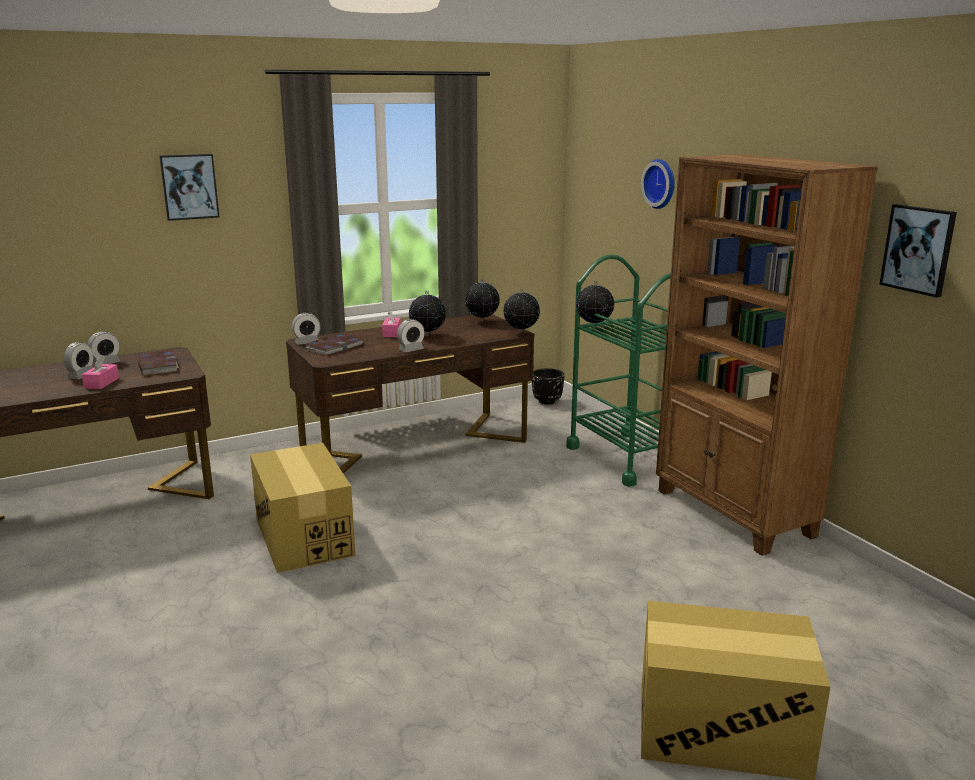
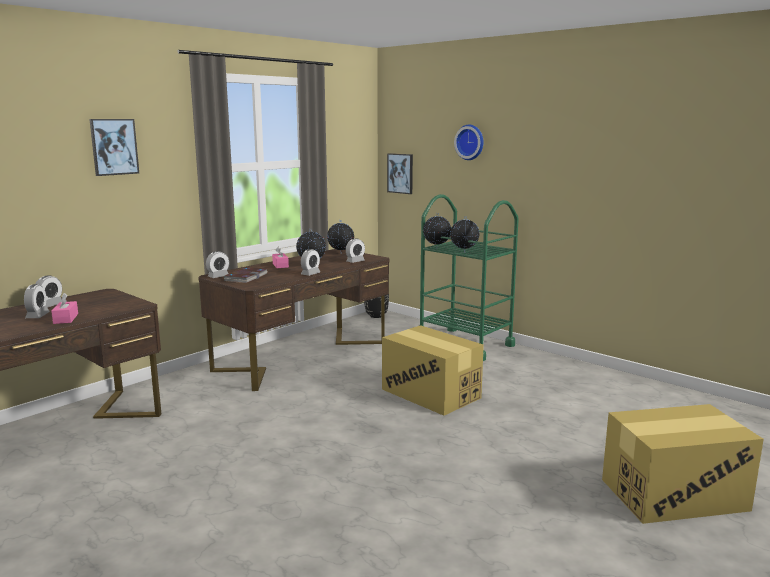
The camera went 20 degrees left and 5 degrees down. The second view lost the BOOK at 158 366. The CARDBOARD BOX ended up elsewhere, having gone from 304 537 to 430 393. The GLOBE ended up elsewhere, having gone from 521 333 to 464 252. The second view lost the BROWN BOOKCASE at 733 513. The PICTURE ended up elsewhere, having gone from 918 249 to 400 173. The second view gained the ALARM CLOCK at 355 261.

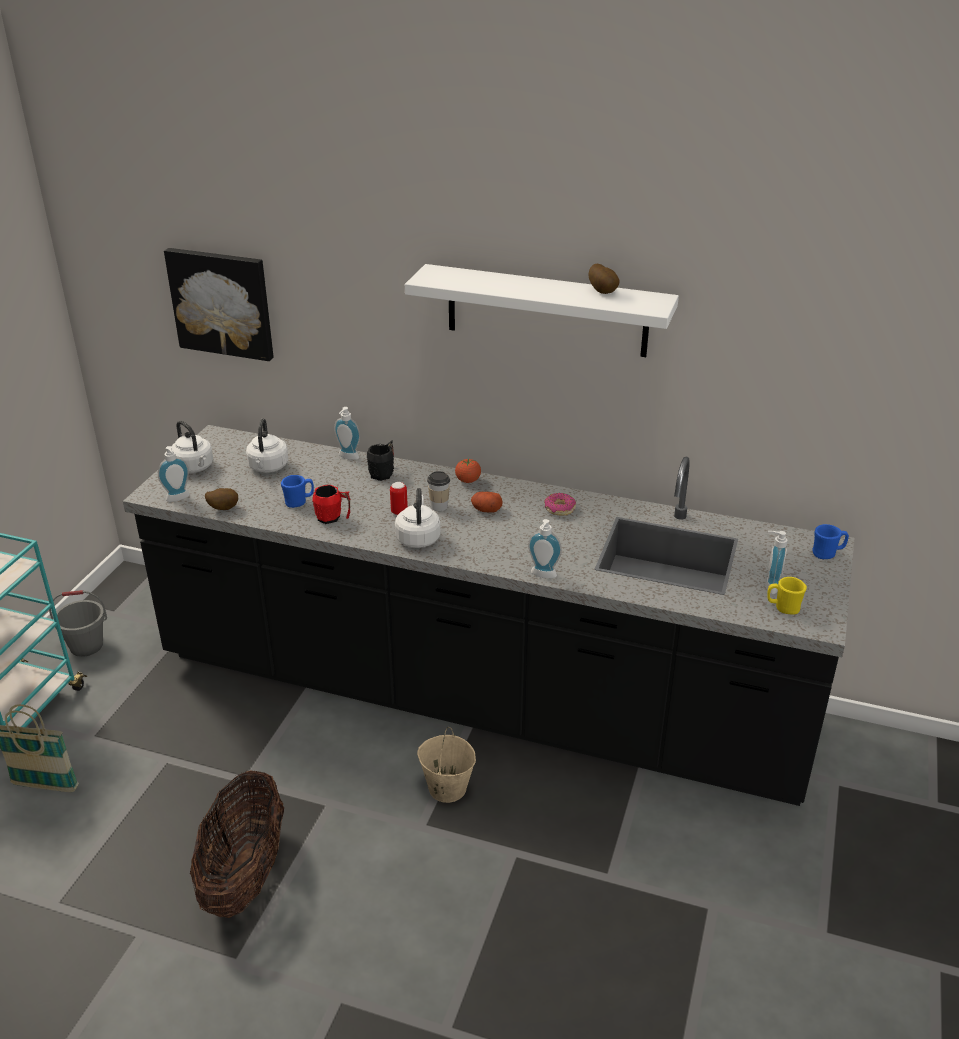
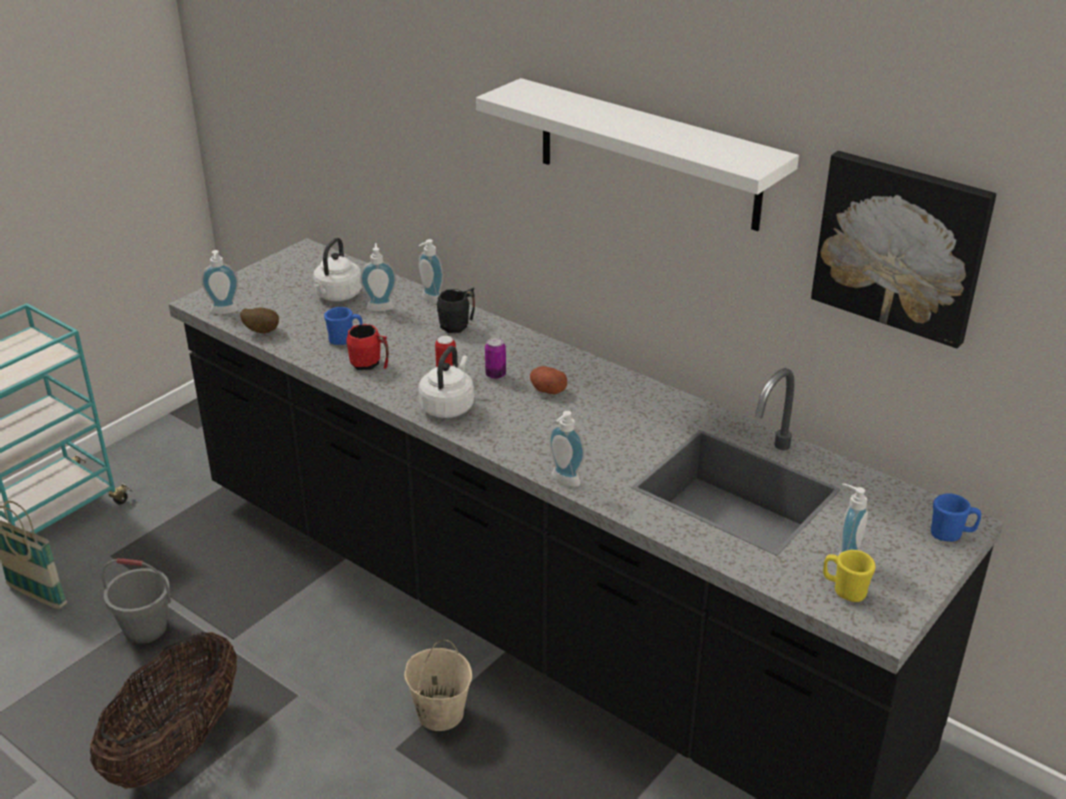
The camera went 20 degrees right and 0 degrees up. The GREY BUCKET ended up elsewhere, having gone from 86 646 to 146 628. The PICTURE ended up elsewhere, having gone from 222 303 to 901 246. The second view lost the WHITE KETTLE at 195 468. Where the CUP stood at 439 506, the CAN came to stand at 495 375. The second view lost the TOMATO at 468 481. The second view lost the DONUT at 559 509. The second view lost the POTATO at 603 292. The second view gained the SOAP DISPENSER at 380 306.

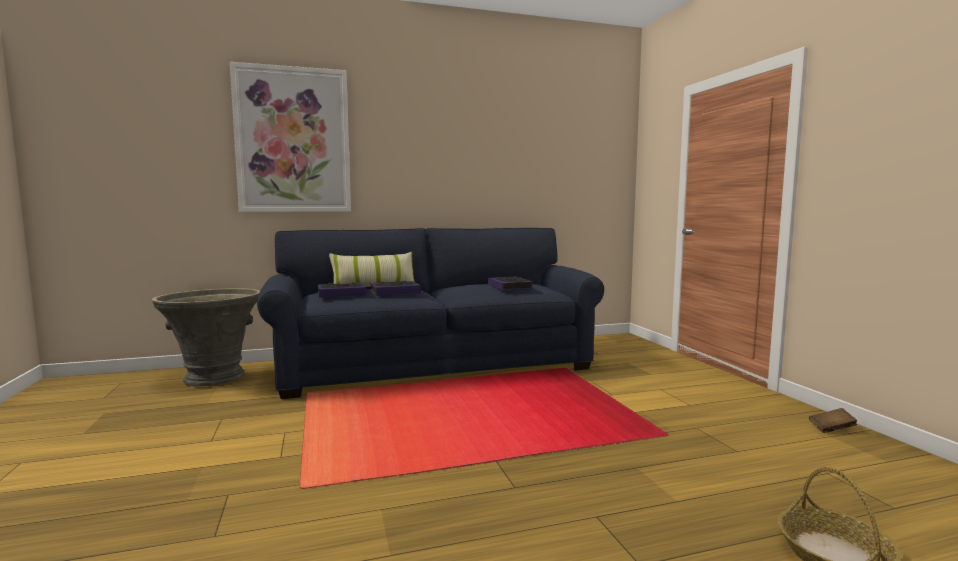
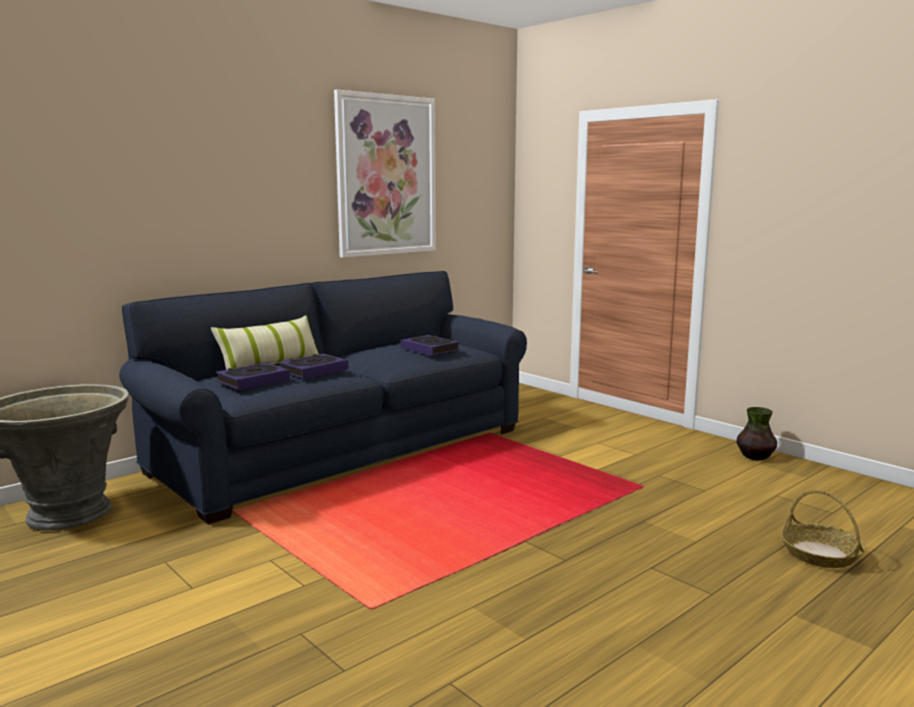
The camera went 25 degrees left and 5 degrees up. The PICTURE ended up elsewhere, having gone from 293 140 to 386 175. Where the BROWN BOOK stood at 831 429, the VASE came to stand at 755 457.

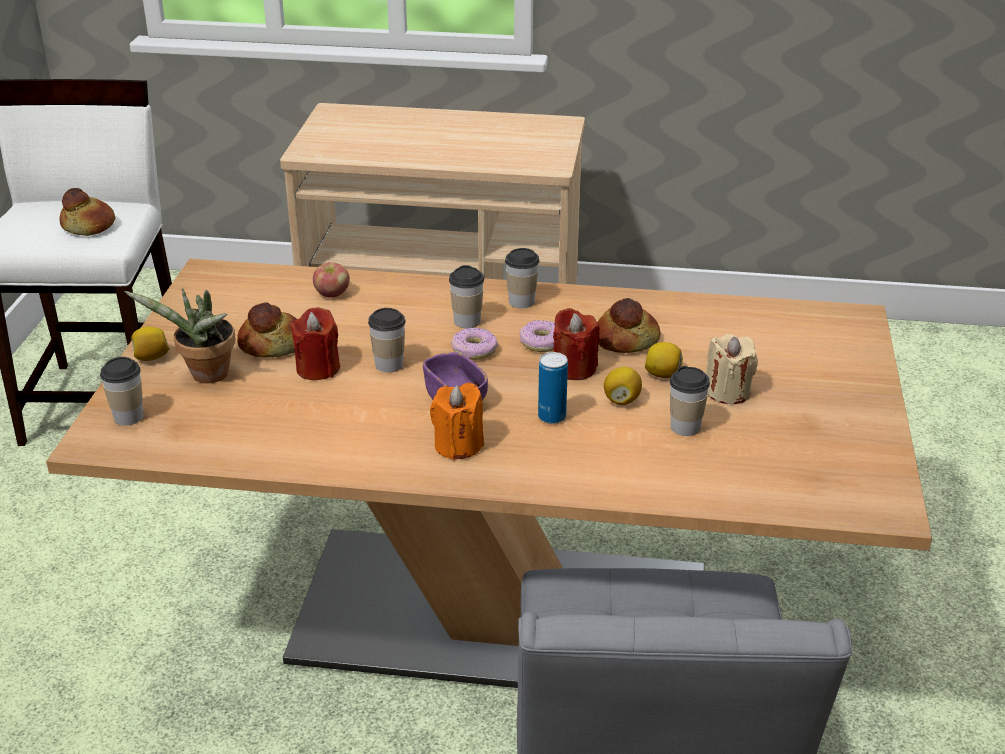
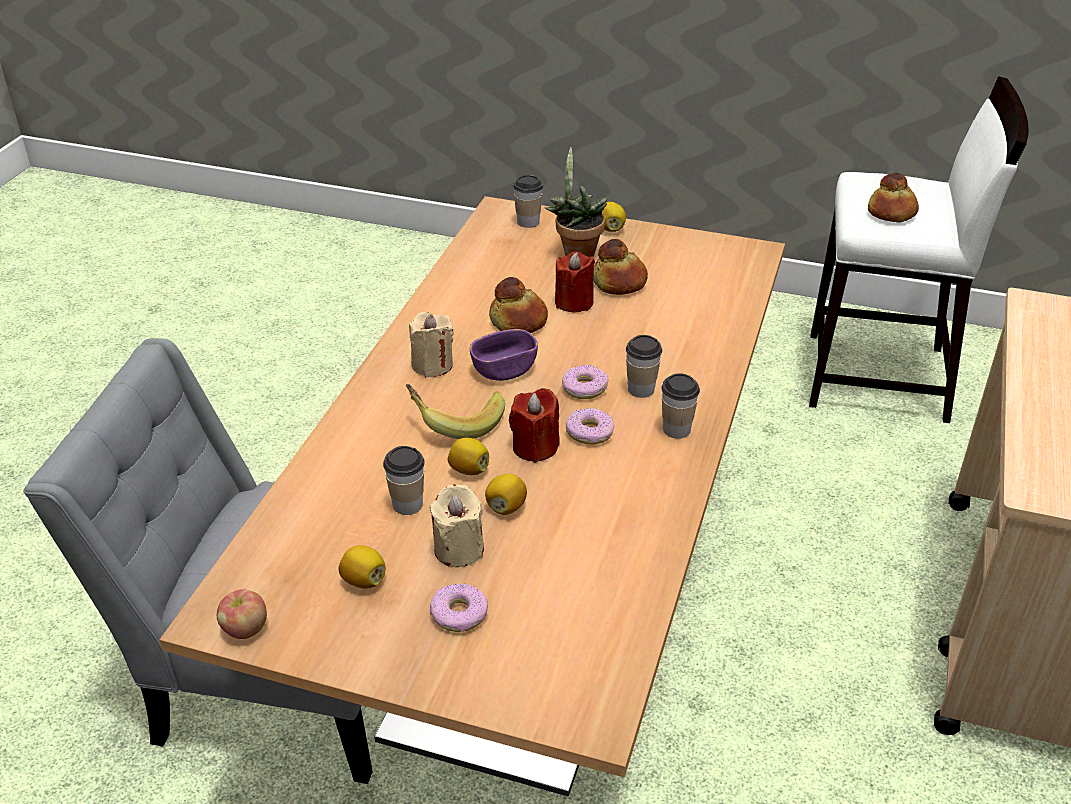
The camera went 100 degrees right and 5 degrees up. The APPLE ended up elsewhere, having gone from 332 294 to 245 629. The second view lost the CUP at 389 365. What was the ORANGE CANDLE at 458 445 turned into the BEIGE CANDLE at 432 365. Where the CAN stood at 552 417, the BANANA came to stand at 456 421. The BREAD ended up elsewhere, having gone from 625 339 to 519 321. The second view gained the LEMON at 364 580. The second view gained the DONUT at 459 614.

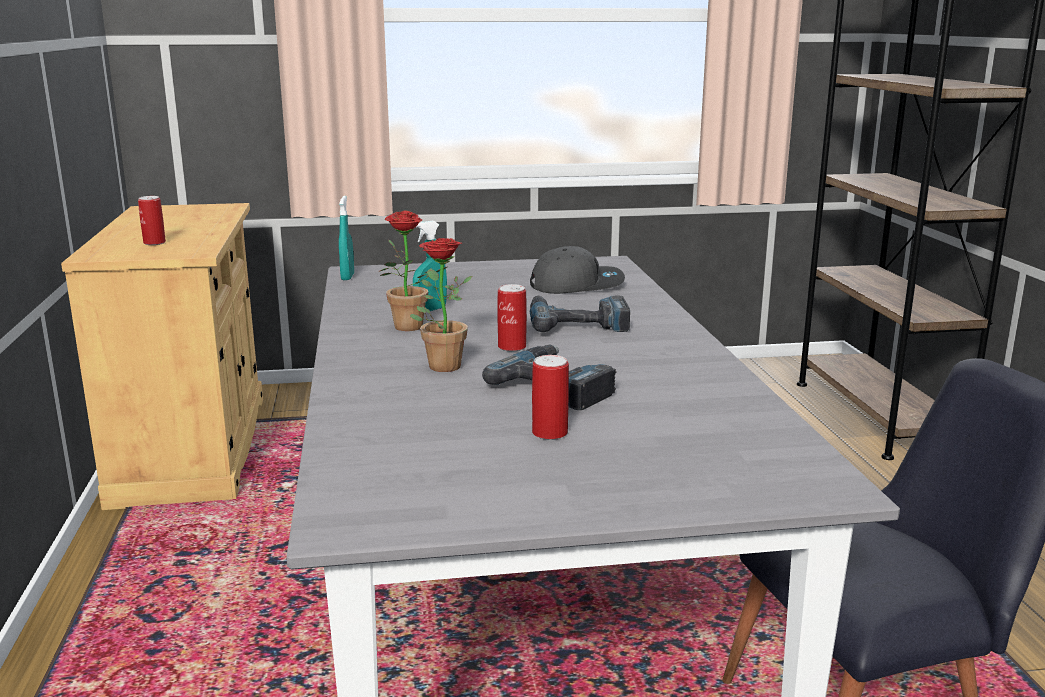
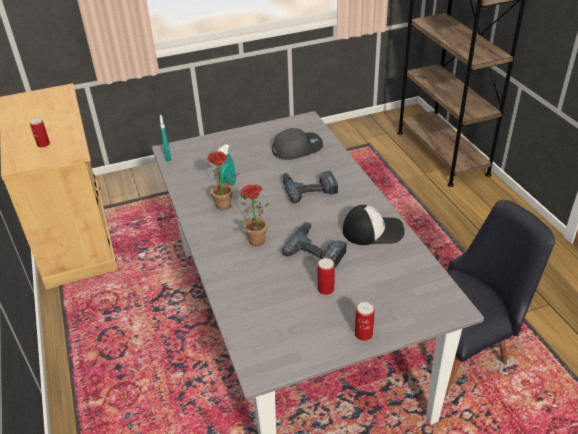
The camera went 10 degrees left and 20 degrees up. The CAN ended up elsewhere, having gone from 512 347 to 363 334. The second view gained the CAP at 373 230.

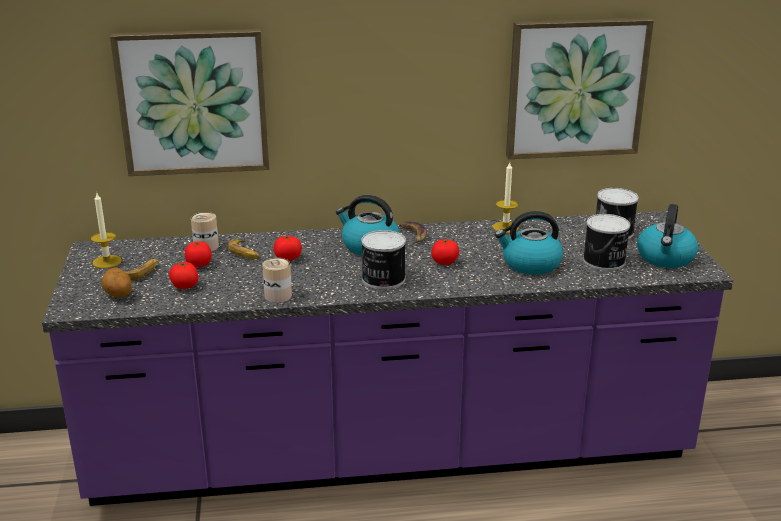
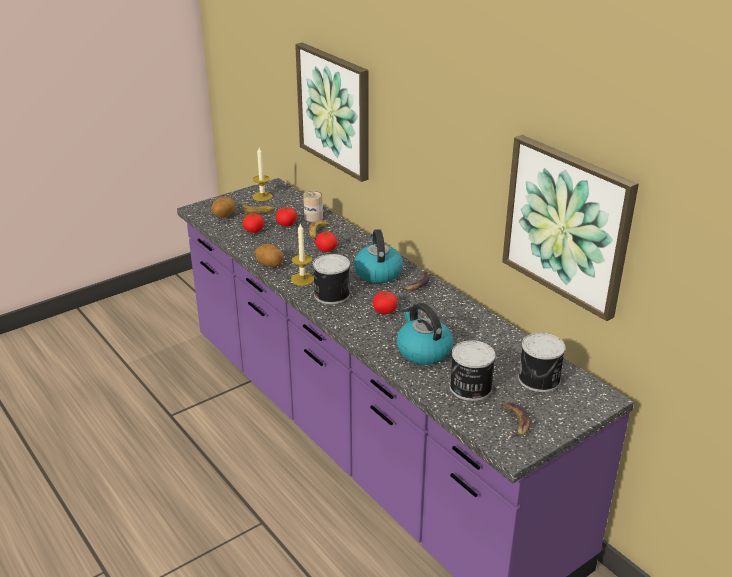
The camera went 60 degrees right and 5 degrees up. Where the CAN stood at 278 296, the POTATO came to stand at 270 264. The CANDLE ended up elsewhere, having gone from 505 227 to 302 279. Where the KETTLE stood at 665 258, the BANANA came to stand at 514 422.

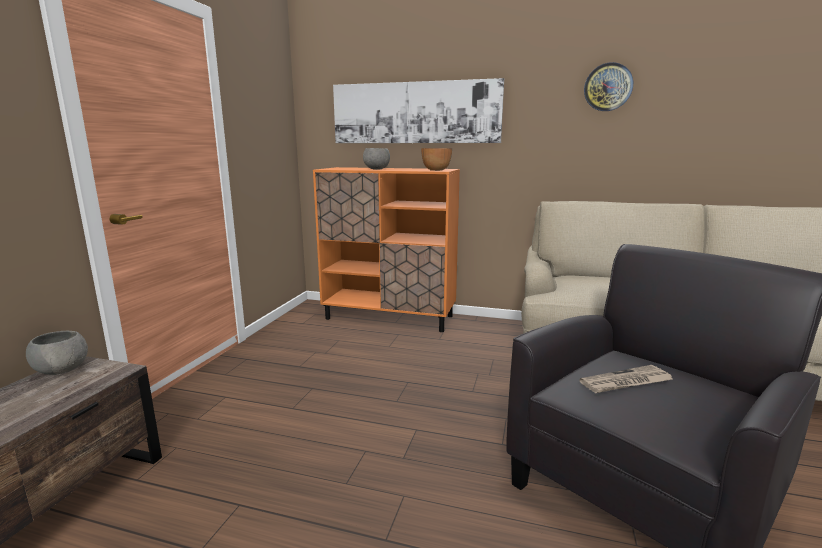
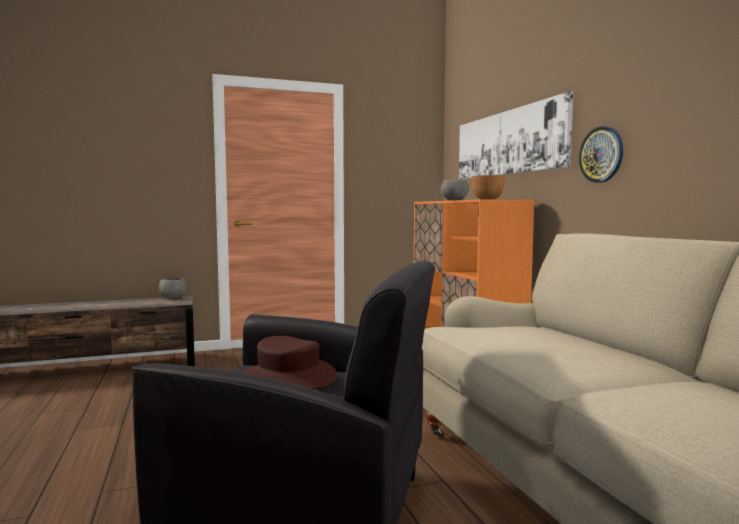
The camera went 55 degrees right and 10 degrees down. Where the NEWSPAPER stood at 626 382, the BROWN HAT came to stand at 288 376. The WALL CLOCK ended up elsewhere, having gone from 608 87 to 601 154.

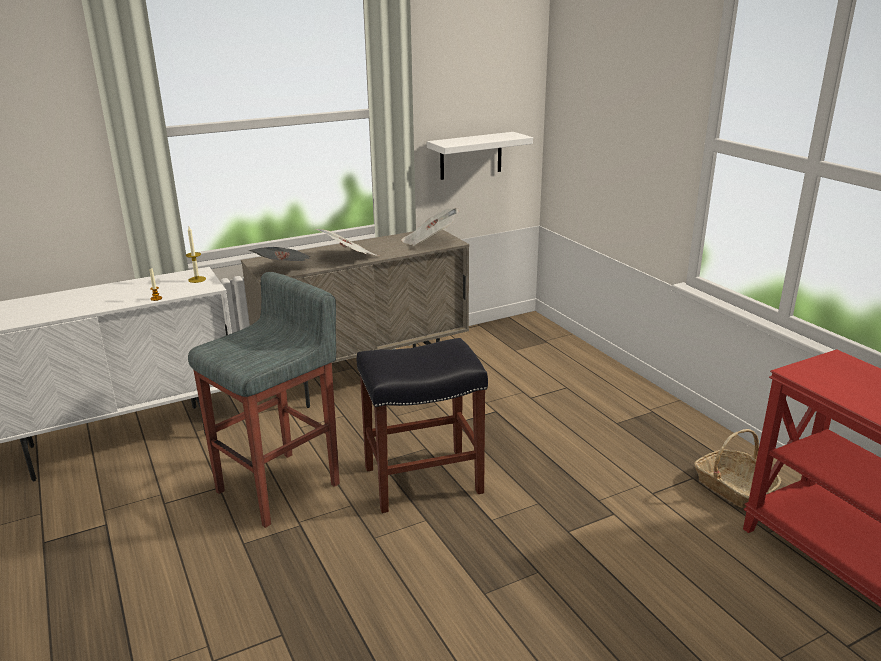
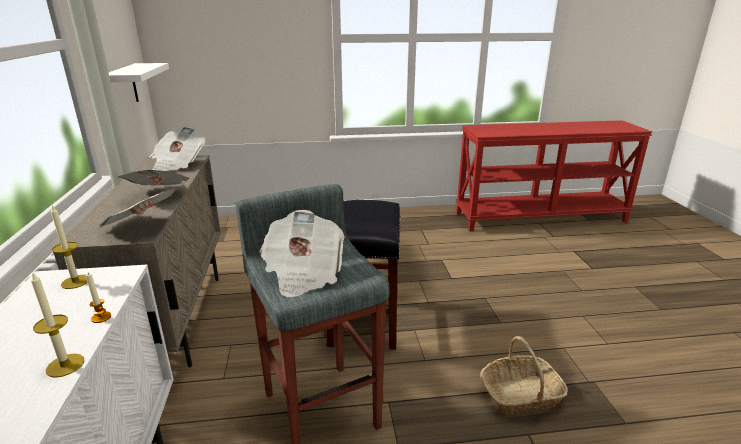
The camera went 70 degrees left and 0 degrees up. The BASKET ended up elsewhere, having gone from 733 487 to 520 395. The second view gained the CANDLE at 65 365. The second view gained the NEWSPAPER at 303 273.

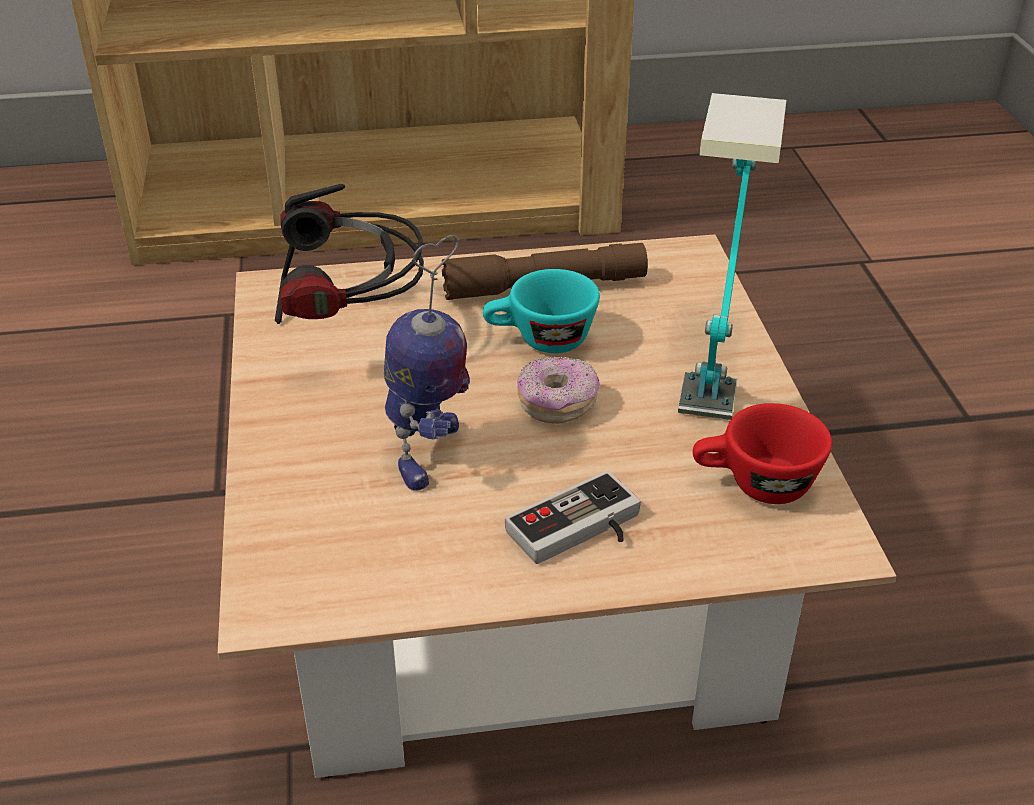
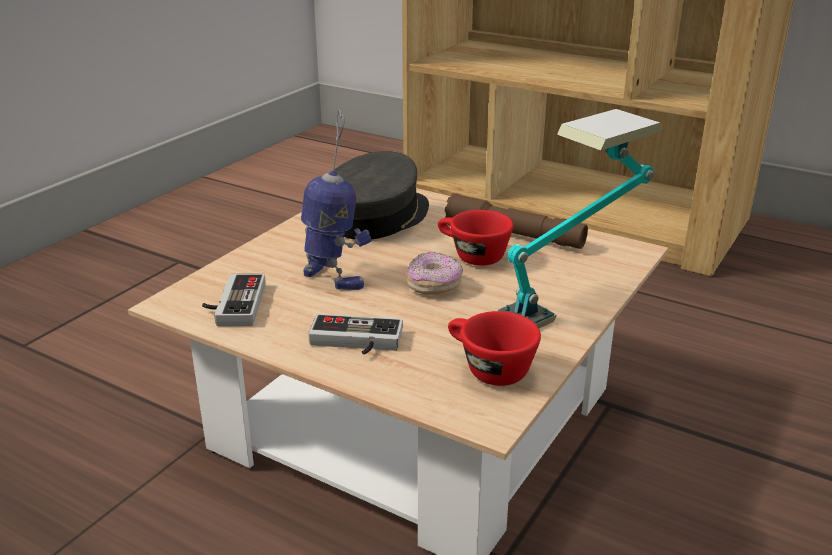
The camera went 40 degrees right and 10 degrees down. Where the HEADPHONES stood at 351 333, the GREY CAP came to stand at 378 217. The TOY ROBOT at 428 454 ended up facing another way, 105 degrees counterclockwise from before. What was the TURQUOISE CUP at 540 340 turned into the RED CUP at 471 256. The second view gained the GAME CONTROLLER at 233 304.

